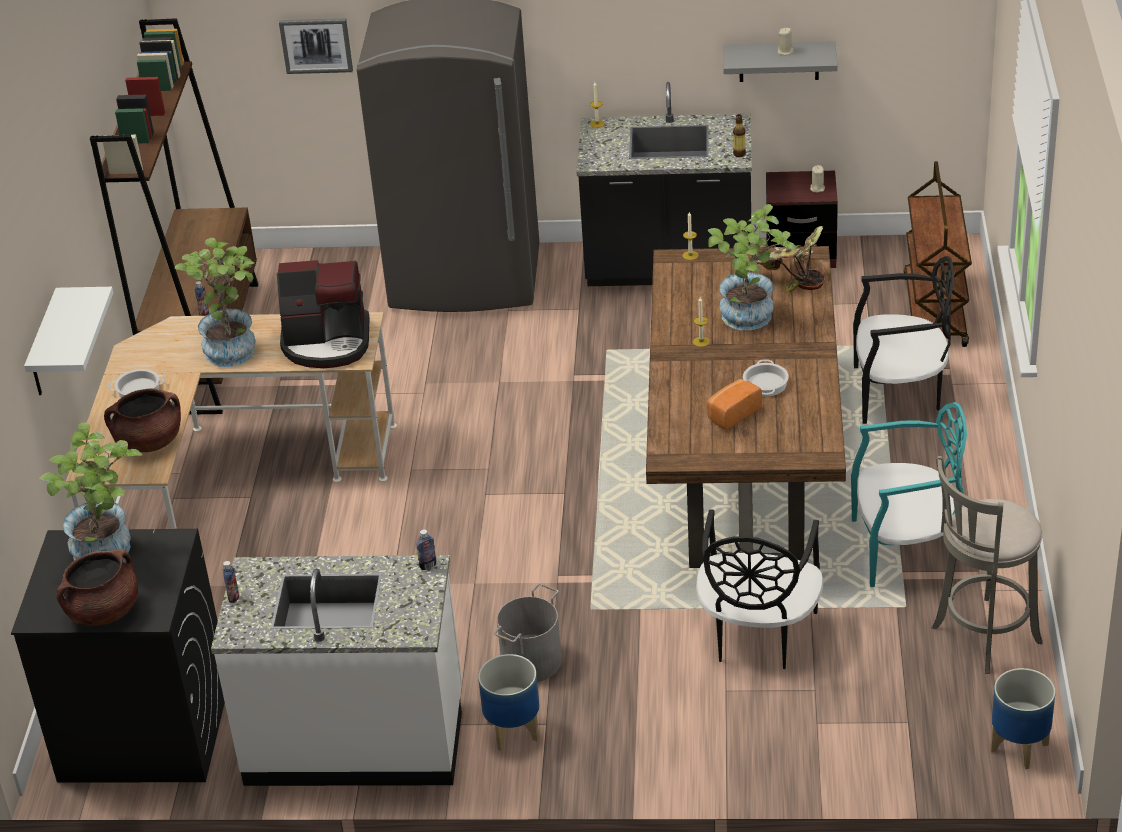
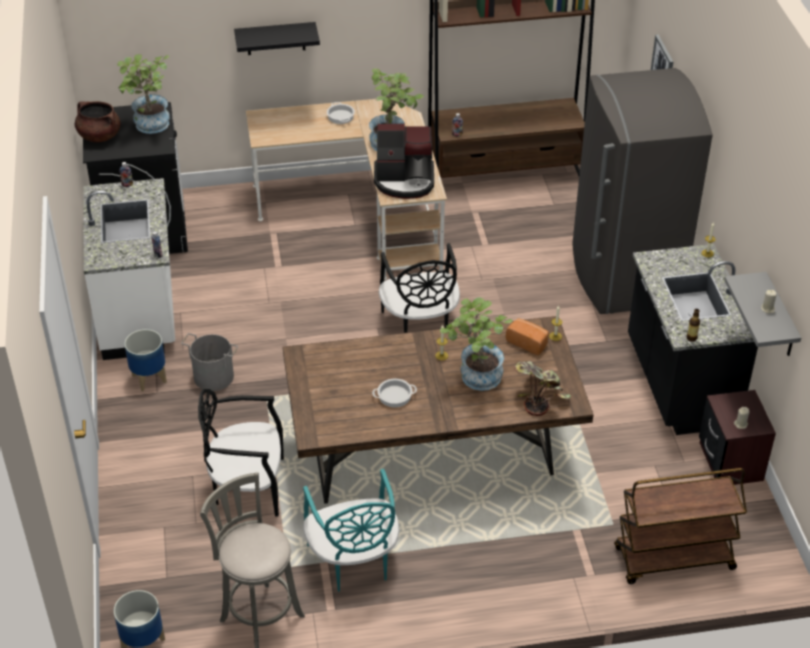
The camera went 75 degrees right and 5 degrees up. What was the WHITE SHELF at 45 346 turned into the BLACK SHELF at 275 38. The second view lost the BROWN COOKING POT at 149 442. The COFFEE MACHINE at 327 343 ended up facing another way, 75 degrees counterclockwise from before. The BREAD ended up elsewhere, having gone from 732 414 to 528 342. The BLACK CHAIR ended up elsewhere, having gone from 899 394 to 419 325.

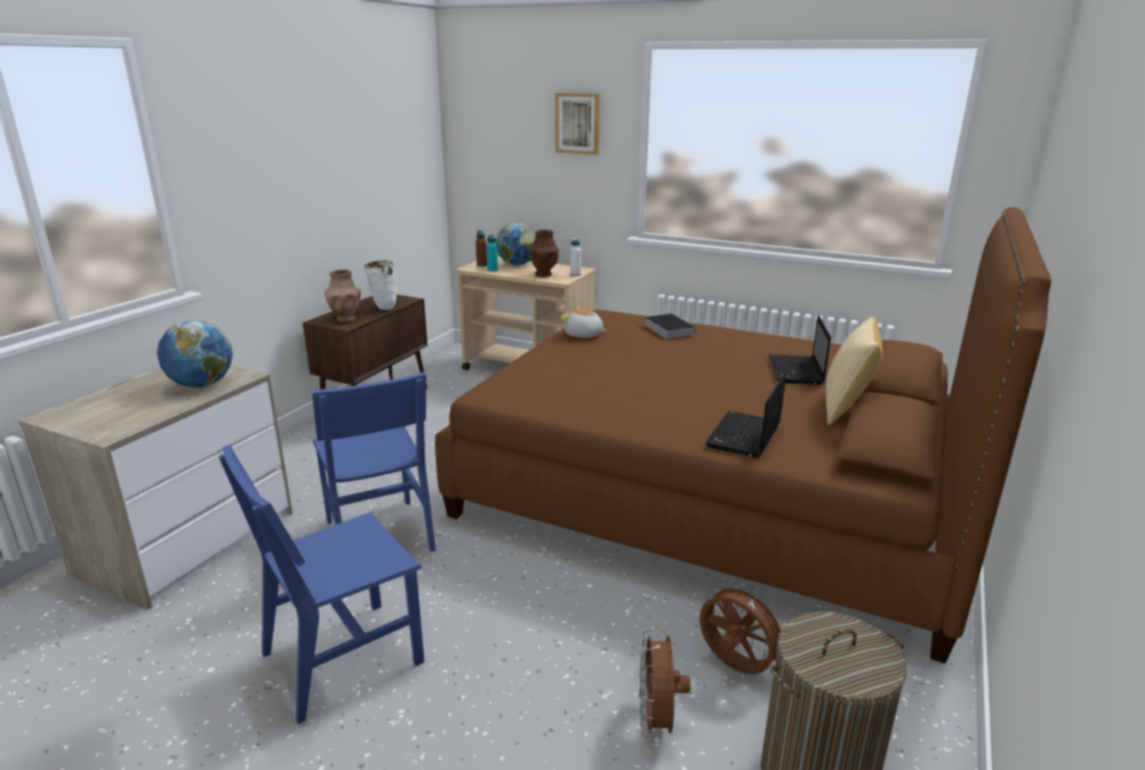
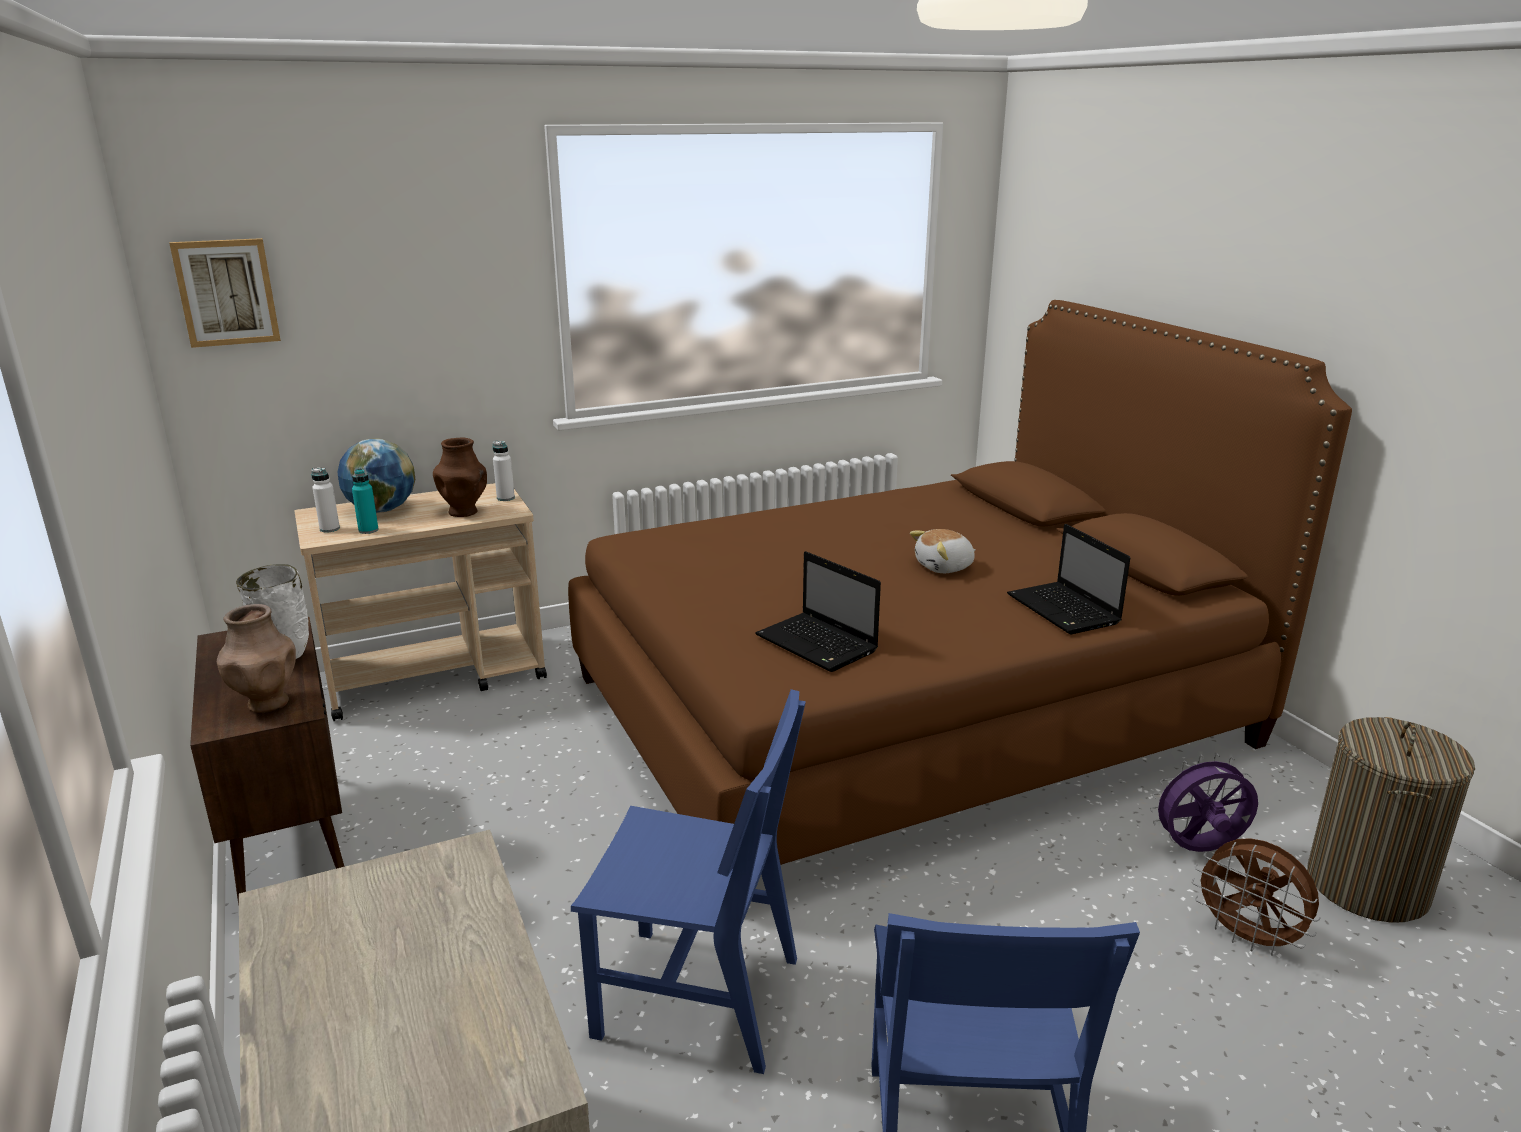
The camera went 50 degrees left and 0 degrees up. The second view lost the GLOBE at 201 385. What was the BROWN BOTTLE at 482 265 turned into the WHITE BOTTLE at 329 529. The PICTURE ended up elsewhere, having gone from 577 123 to 226 292. The PLUSH TOY ended up elsewhere, having gone from 583 335 to 944 567. The second view lost the BOOK at 668 329. What was the BROWN FAN at 734 667 turned into the PURPLE FAN at 1199 850. The LAPTOP ended up elsewhere, having gone from 796 371 to 818 644. The second view lost the PILLOW at 846 408.

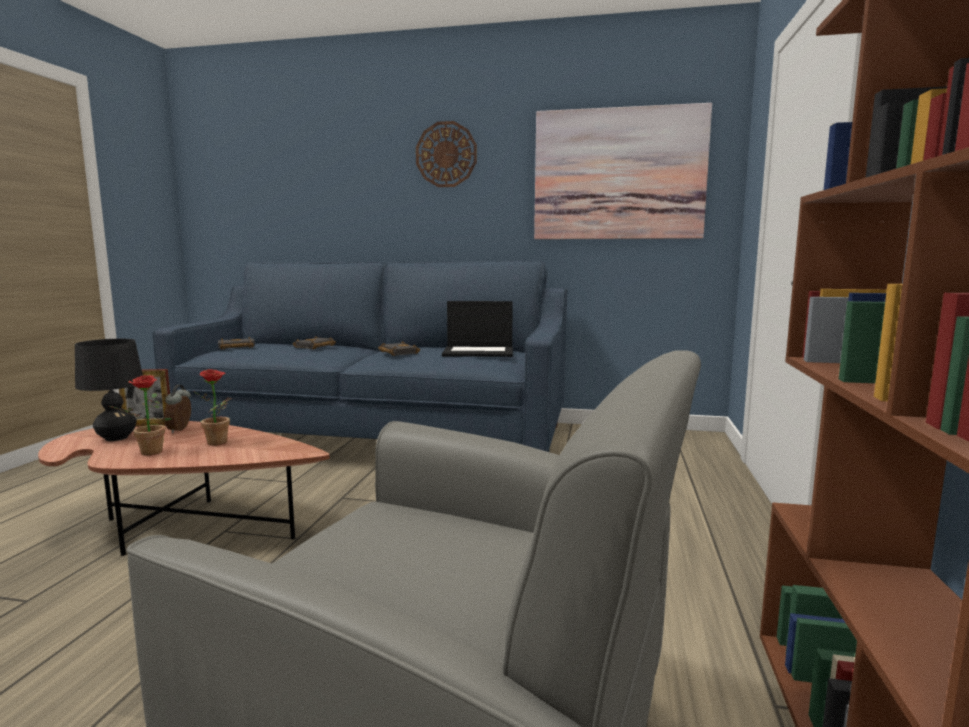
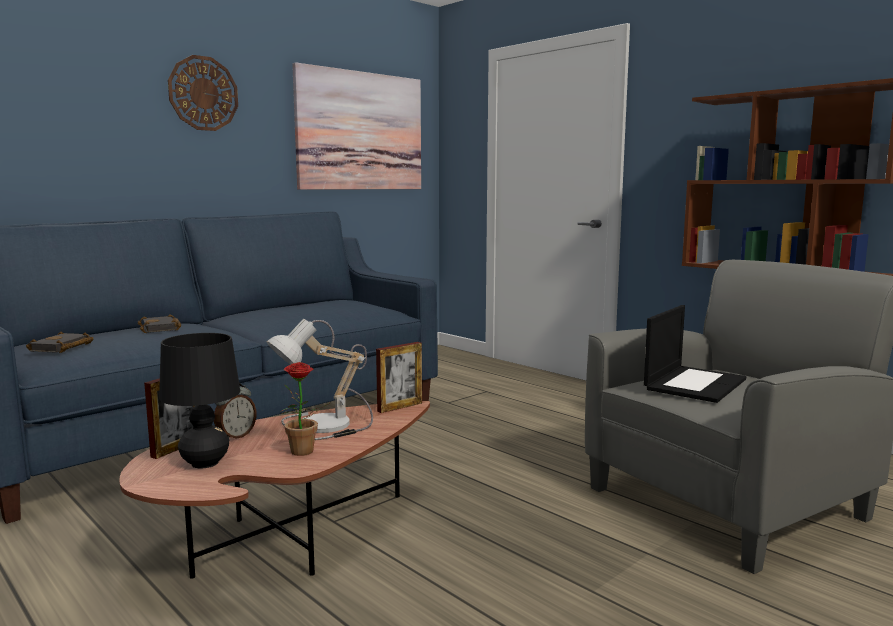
The camera went 55 degrees left and 0 degrees up. The ALARM CLOCK at 181 430 ended up facing another way, 90 degrees counterclockwise from before. Where the POTTED PLANT stood at 221 443, the TABLE LAMP came to stand at 324 426. The second view lost the BLACK BOOK at 397 352. The LAPTOP ended up elsewhere, having gone from 479 352 to 694 384. The second view gained the PICTURE FRAME at 400 407.

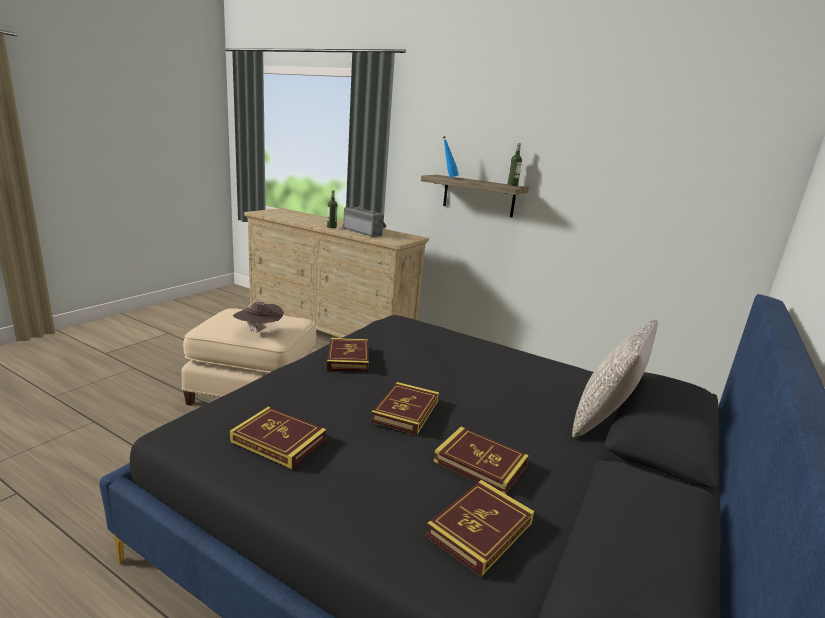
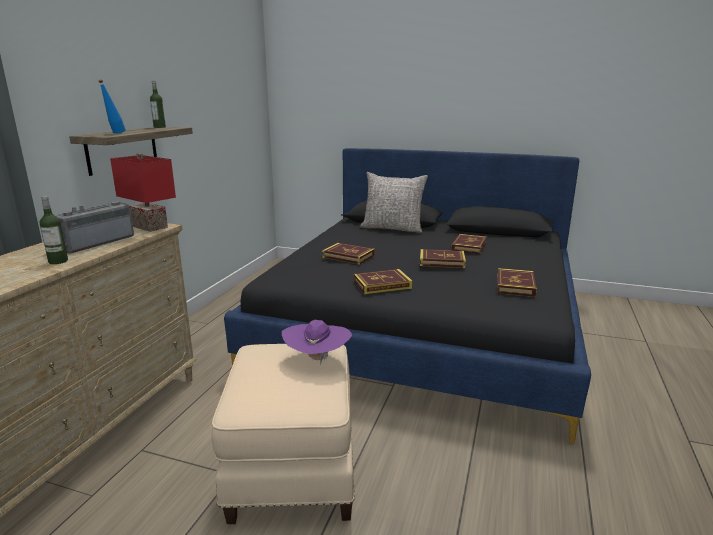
The camera went 100 degrees left and 0 degrees up. What was the BROWN HAT at 259 332 turned into the PURPLE HAT at 317 359. The BOOK ended up elsewhere, having gone from 480 529 to 348 256. The second view gained the RED TABLE LAMP at 148 227.

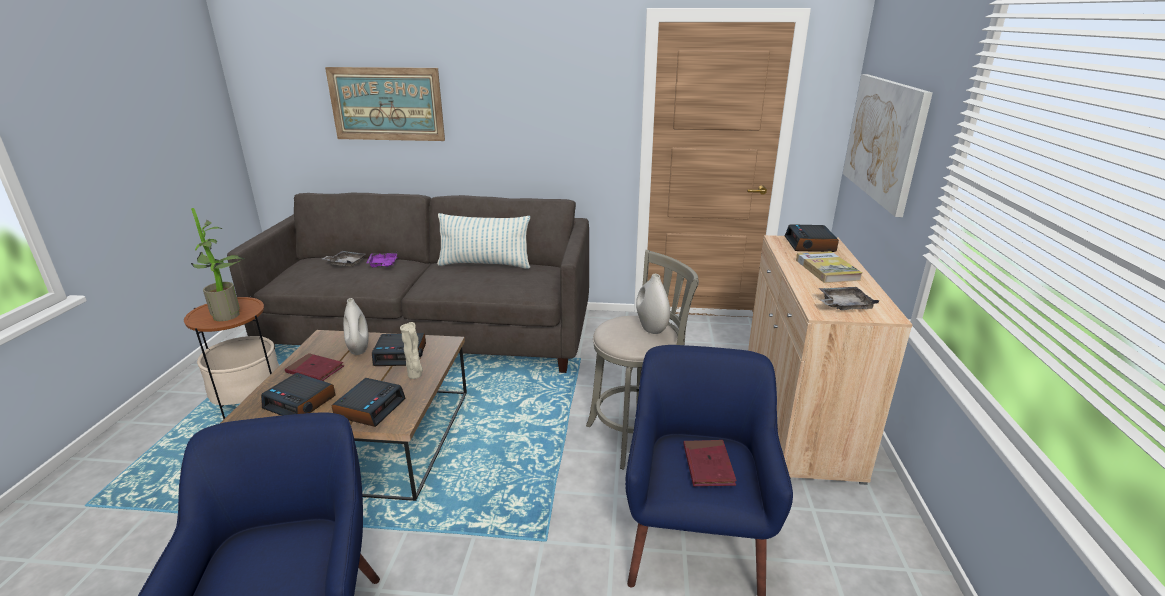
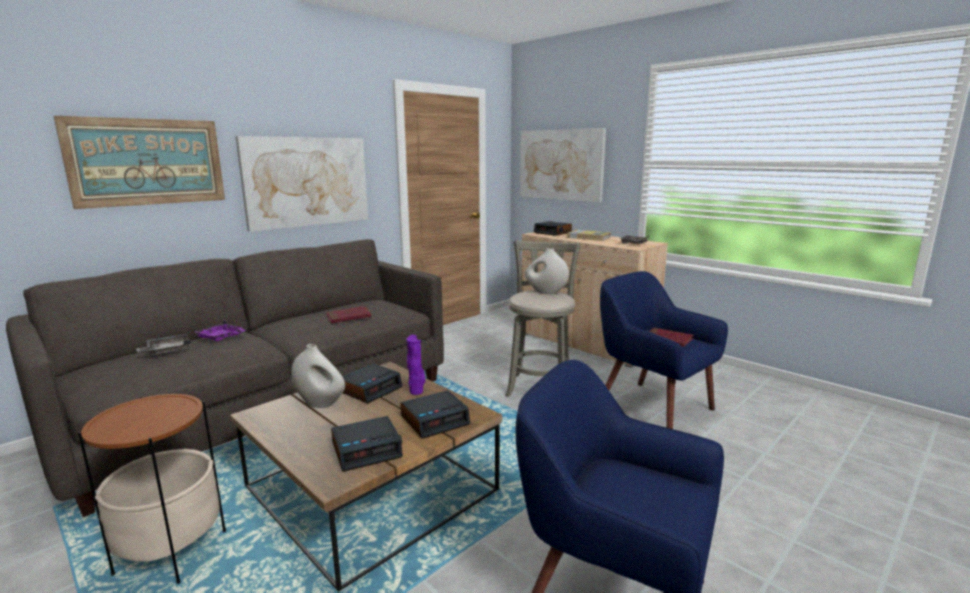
The camera went 50 degrees left and 10 degrees down. The second view lost the POTTED PLANT at 231 315. The RED BOOK ended up elsewhere, having gone from 315 370 to 348 317. The ALARM CLOCK at 370 408 ended up facing another way, 90 degrees clockwise from before. What was the BEIGE VASE at 415 376 turned into the PURPLE VASE at 417 392. The second view lost the PILLOW at 485 264. The second view gained the PICTURE at 307 181.

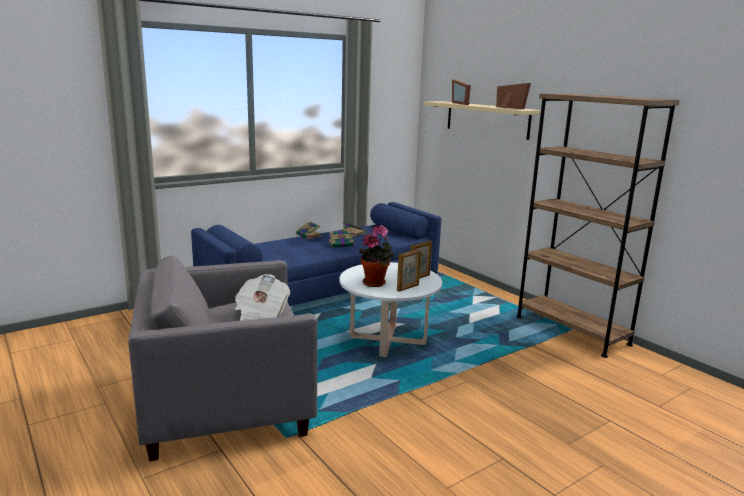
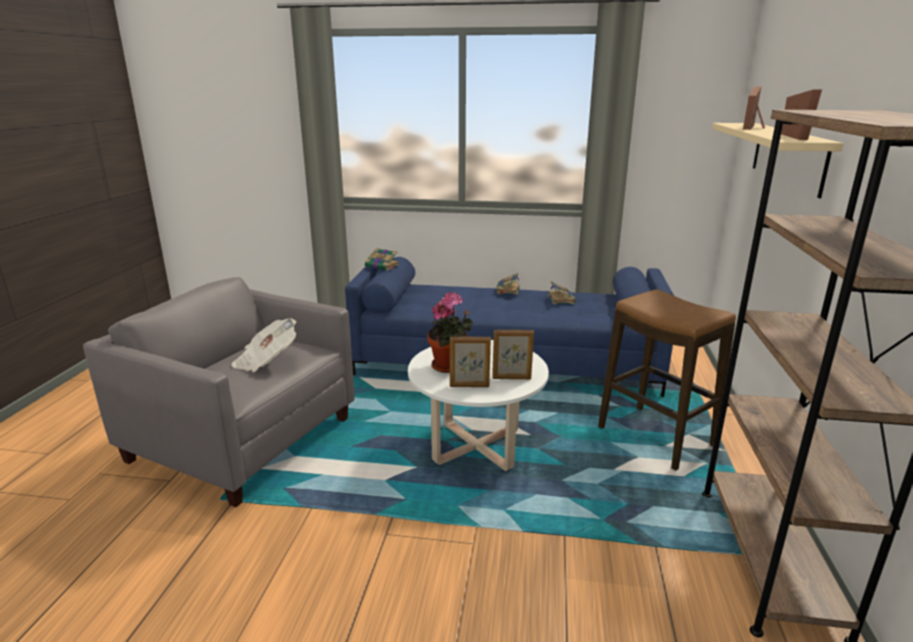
The camera went 45 degrees right and 5 degrees up. The BOOK ended up elsewhere, having gone from 341 244 to 382 266. The second view gained the STOOL at 656 437.

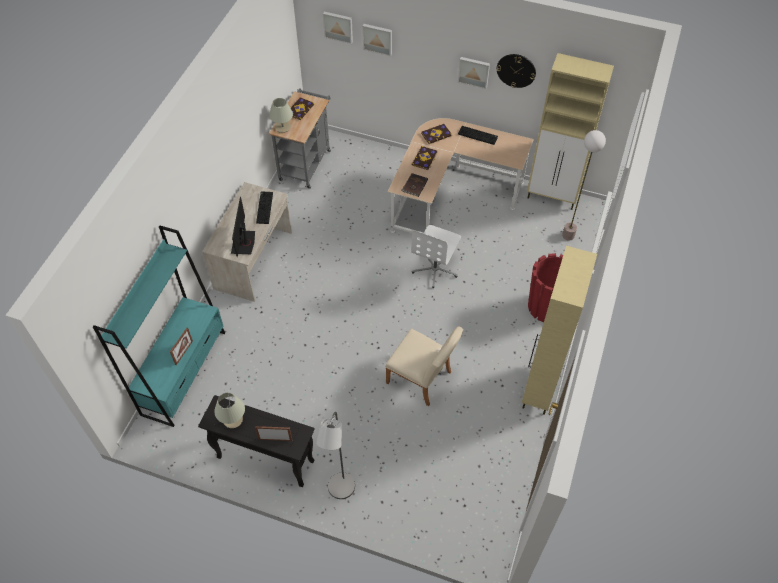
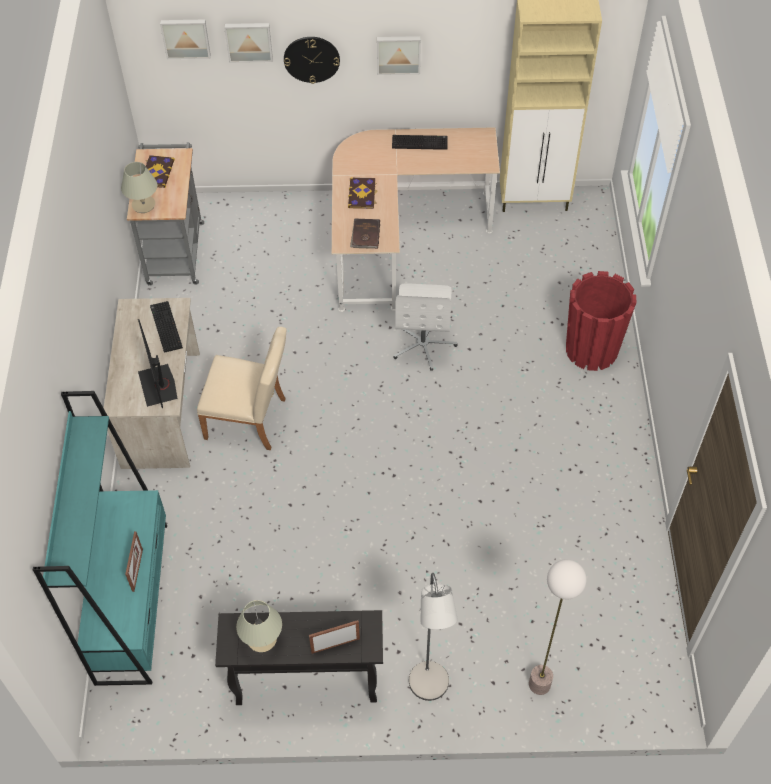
The camera went 20 degrees left and 0 degrees up. The BEIGE CHAIR ended up elsewhere, having gone from 422 379 to 251 420. The second view lost the BOOK at 436 134. The WALL CLOCK ended up elsewhere, having gone from 516 70 to 311 59. The second view lost the BEIGE CABINET at 539 389. The FLOOR LAMP ended up elsewhere, having gone from 568 235 to 540 684.

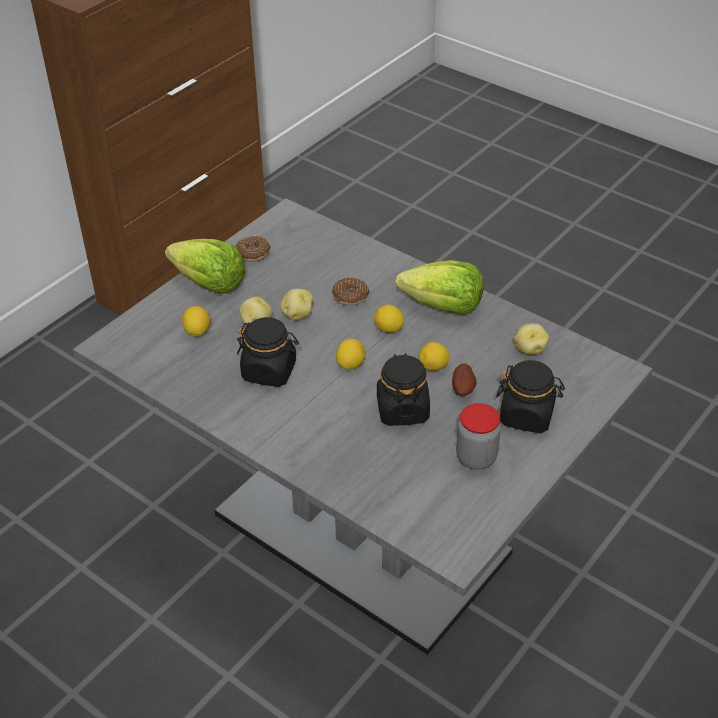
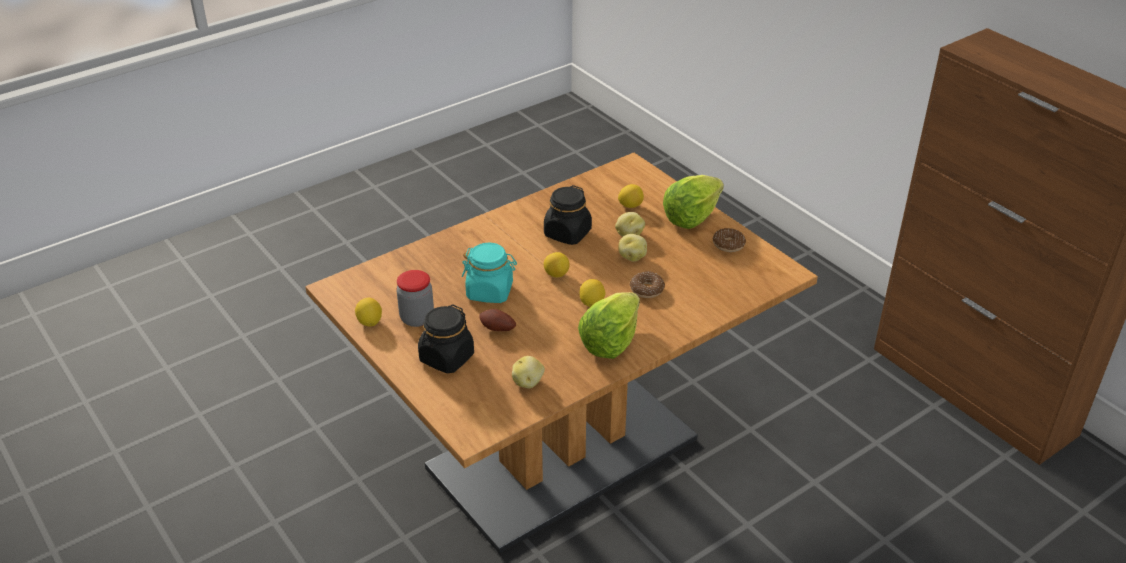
The camera went 105 degrees right and 5 degrees down. What was the GREY DINING TABLE at 361 534 turned into the BROWN DINING TABLE at 563 454. What was the BLACK JAR at 402 409 turned into the TURQUOISE JAR at 490 291. The LEMON ended up elsewhere, having gone from 433 367 to 369 322.

